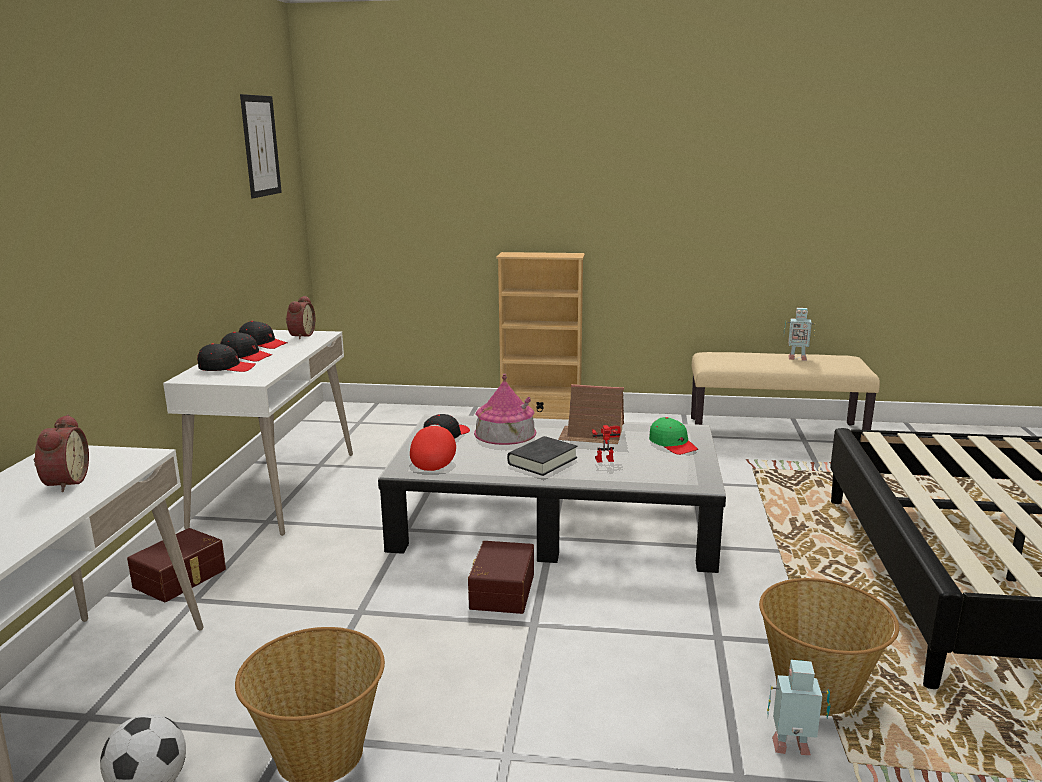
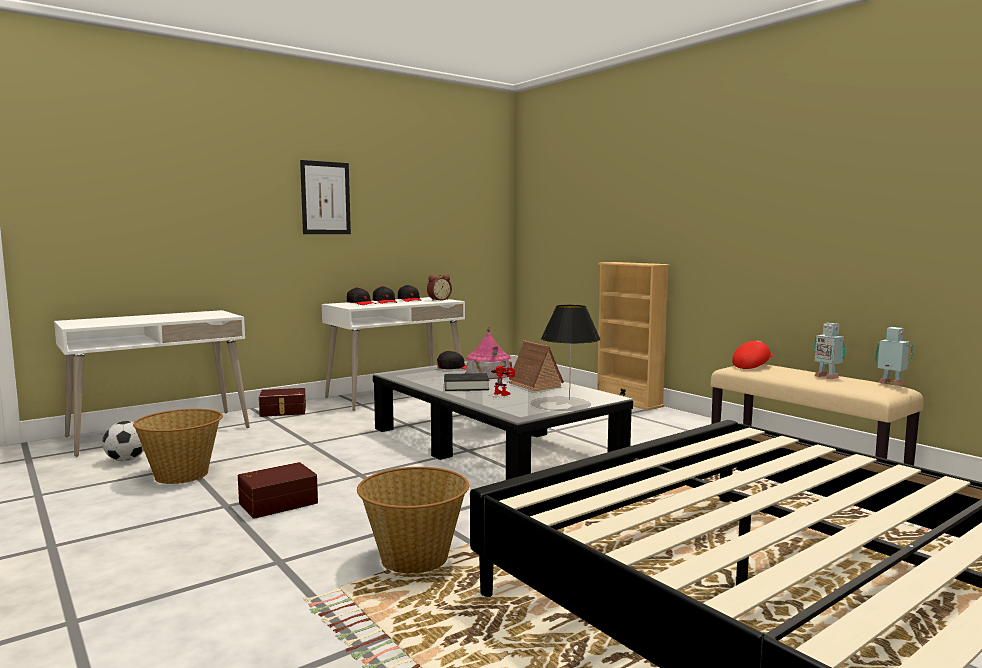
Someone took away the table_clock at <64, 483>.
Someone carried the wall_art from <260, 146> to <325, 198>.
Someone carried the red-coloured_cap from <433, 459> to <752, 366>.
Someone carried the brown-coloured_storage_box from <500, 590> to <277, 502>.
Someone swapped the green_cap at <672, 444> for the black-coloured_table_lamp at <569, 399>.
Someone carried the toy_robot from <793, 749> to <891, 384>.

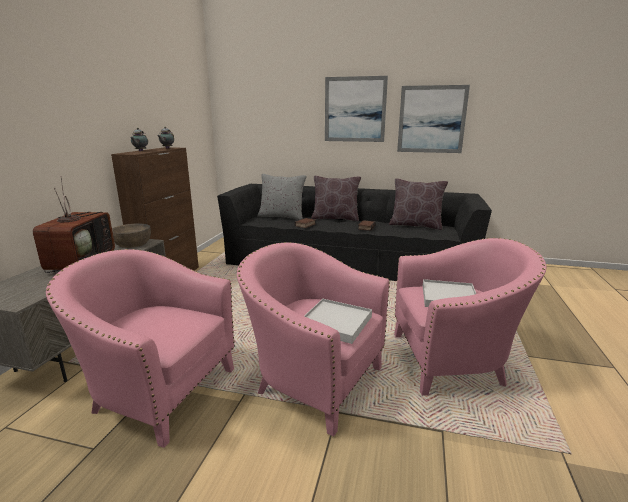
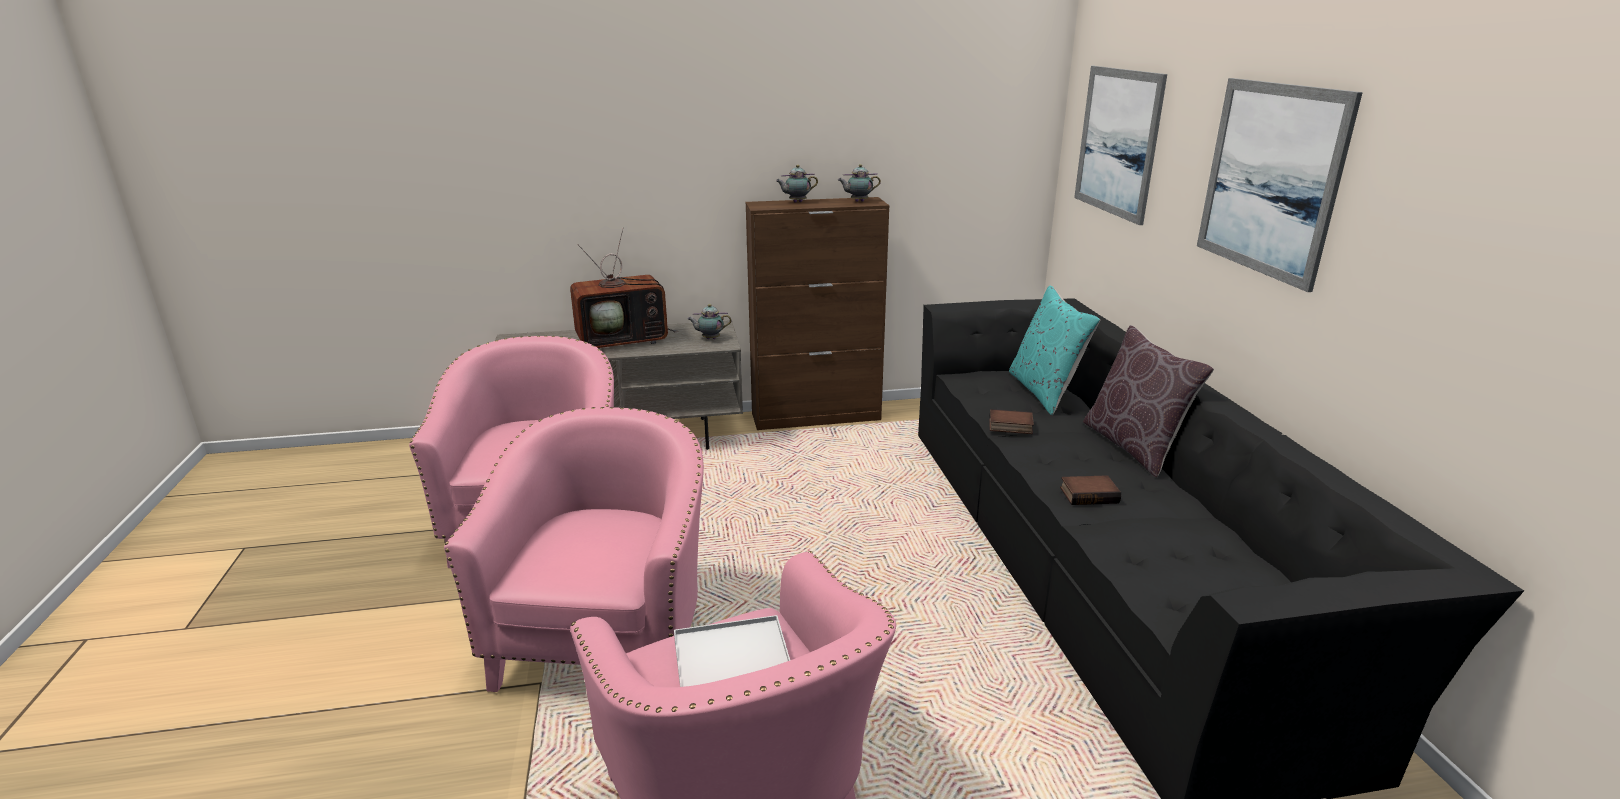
Someone swapped the brown-coloured_serving_bowl at <132, 243> for the pot_for_tea at <709, 339>.
Someone repainted the grey_cushion at <282, 216>, which became the turquoise_cushion at <1045, 391>.
Someone took away the white-coloured_tray at <336, 323>.
Someone took away the brown-coloured_cushion at <415, 225>.
Someone carried the wall_art from <431, 119> to <1117, 142>.

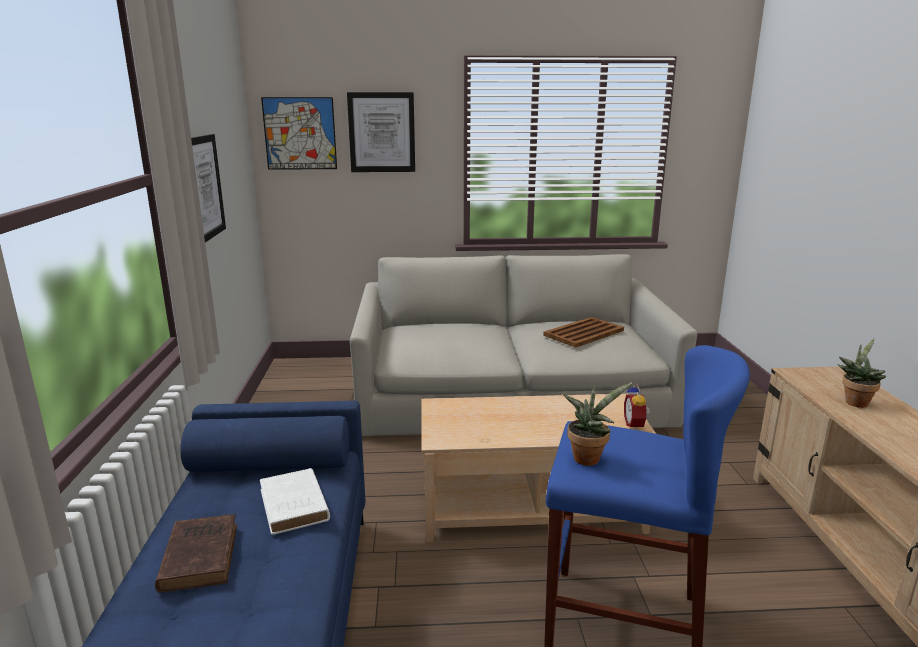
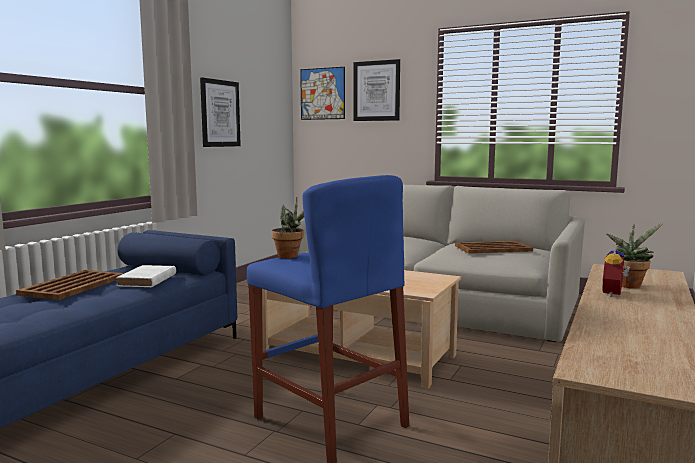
Someone swapped the brown-coloured_bound_book at <200, 555> for the brown-coloured_tray at <74, 285>.
Someone carried the table_clock from <635, 425> to <615, 294>.

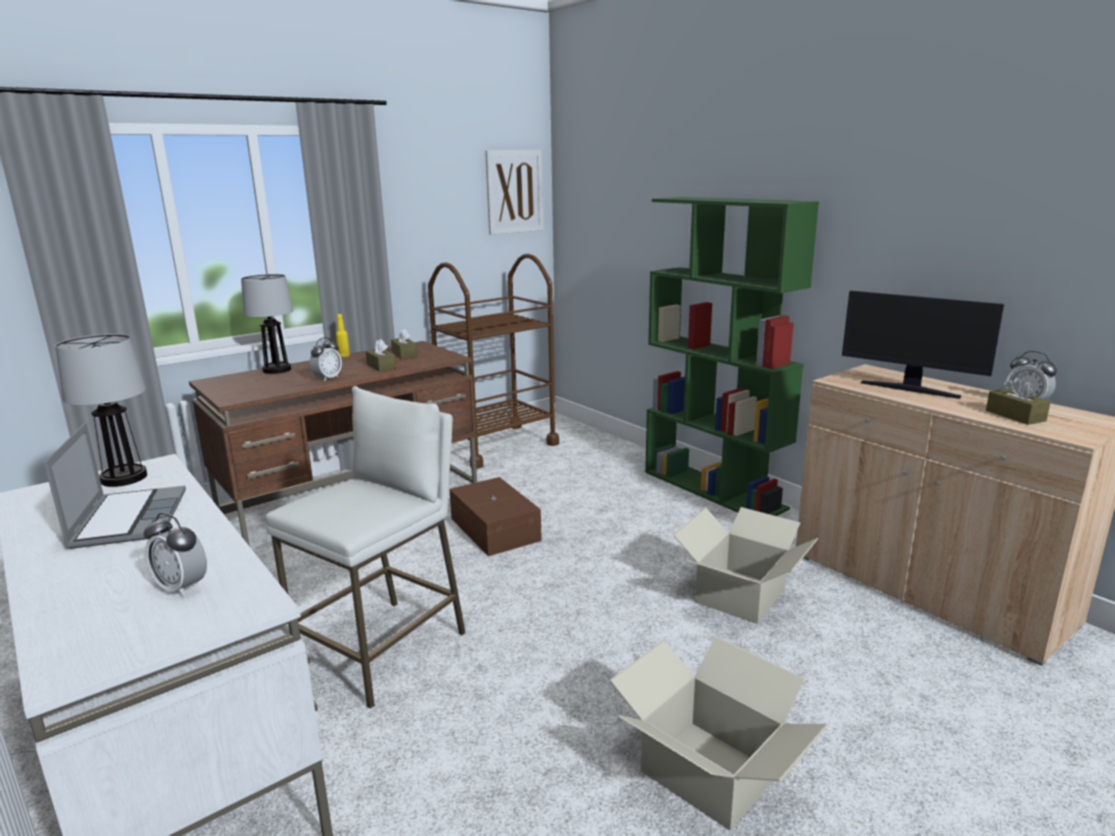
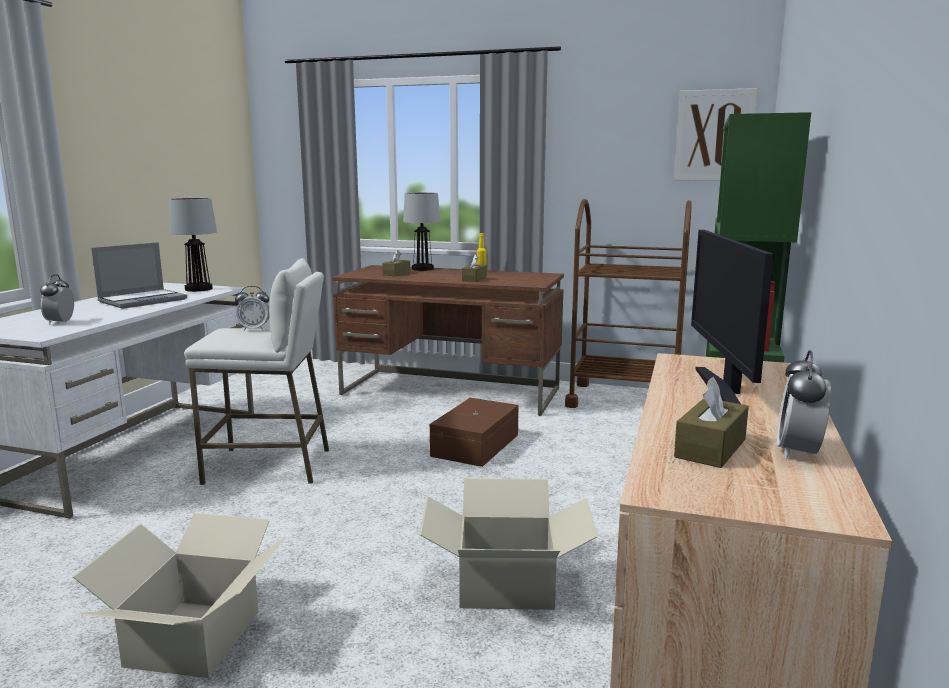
Someone carried the table_clock from <327, 378> to <254, 329>.
Someone carried the brown-coloured_tissue_holder from <404, 354> to <396, 274>.

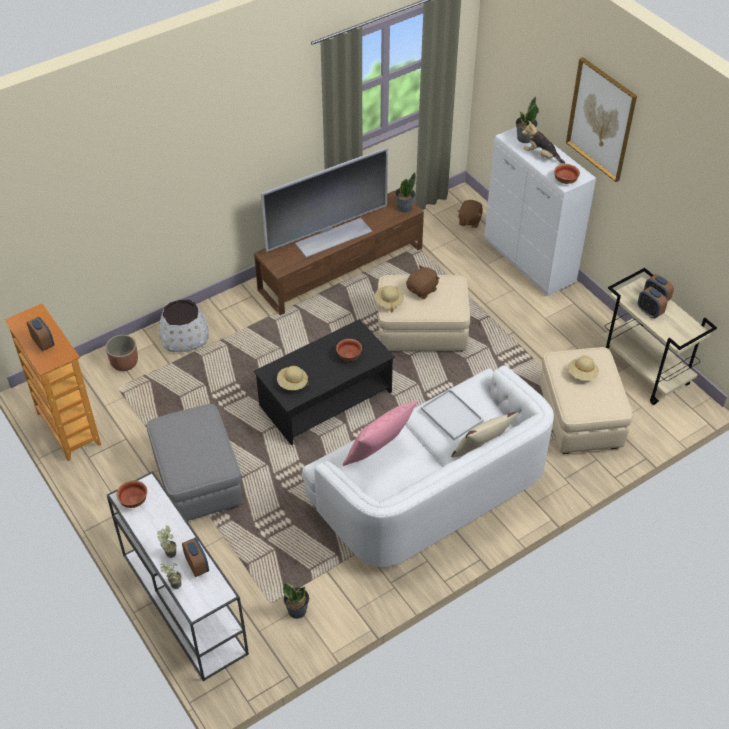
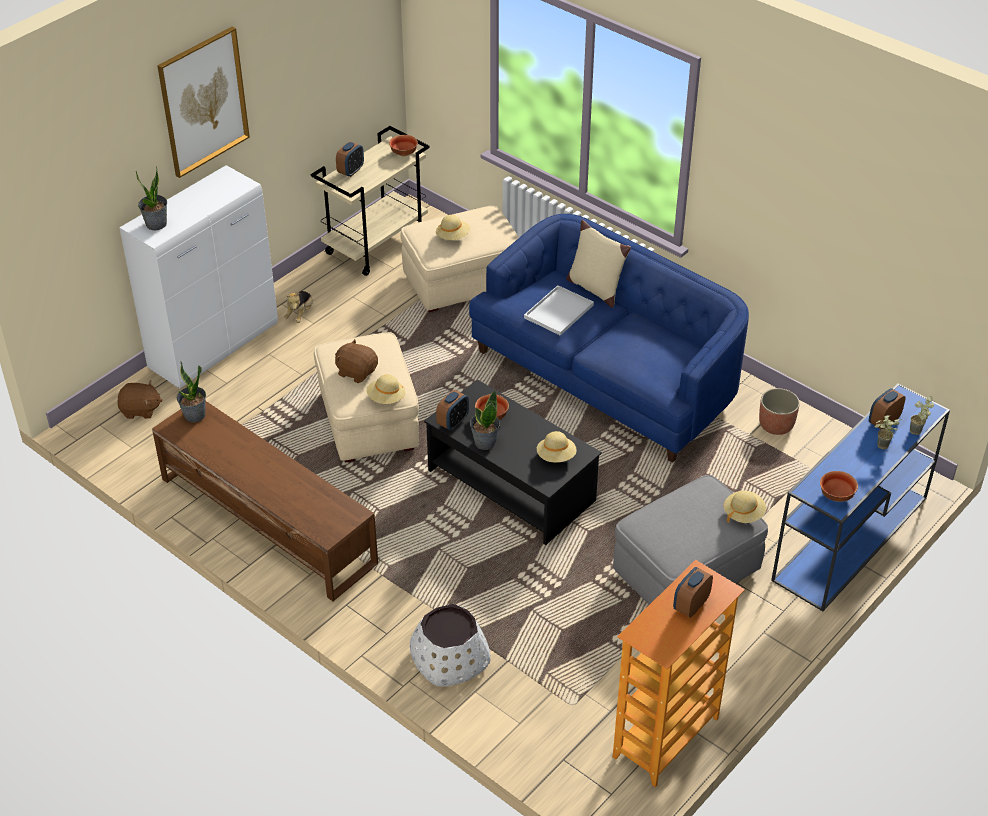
Someone carried the plant_pot from <124, 363> to <776, 425>.
Someone repainted the white-coloured_narrow_table at <183, 602>, which became the blue-coloured_narrow_table at <850, 540>.
Someone took away the TV at <332, 236>.
Someone carried the houseplant from <297, 610> to <484, 442>.
Someone repainted the white-coloured_settee at <430, 490>, which became the blue-coloured_settee at <608, 376>.
Someone took away the pink-coloured_cushion at <379, 453>.
Someone carried the cuddly_toy from <541, 156> to <300, 314>.
Someone carried the serving_bowl from <565, 180> to <403, 153>.
Someone carried the table_clock from <649, 312> to <453, 422>.
Someone put down the sand-coloured_hat at <743, 513>.

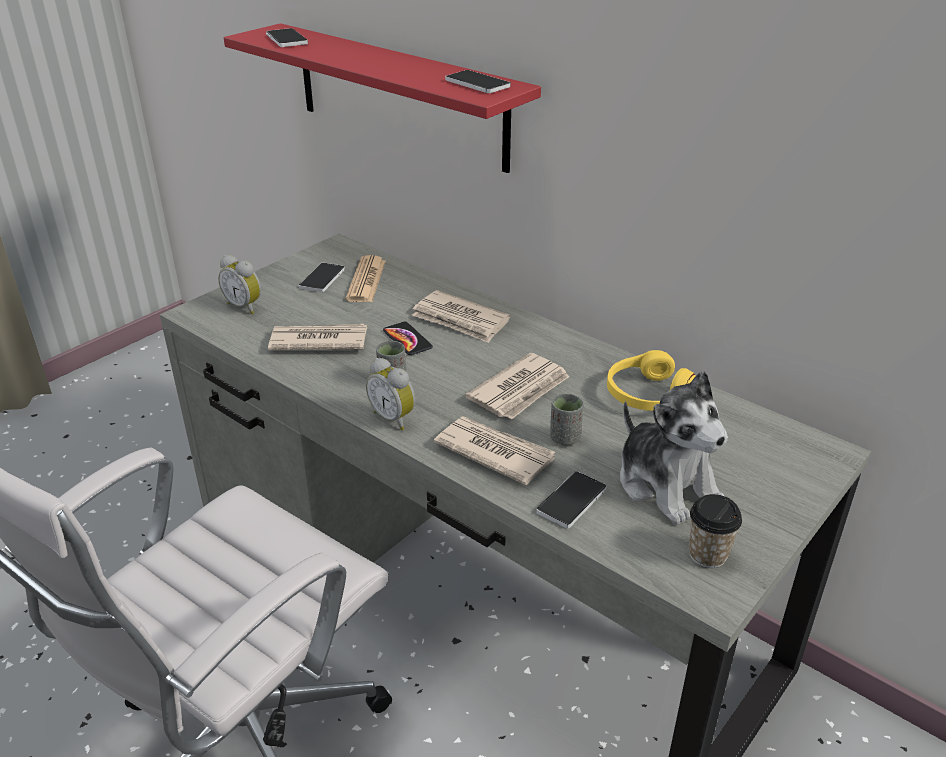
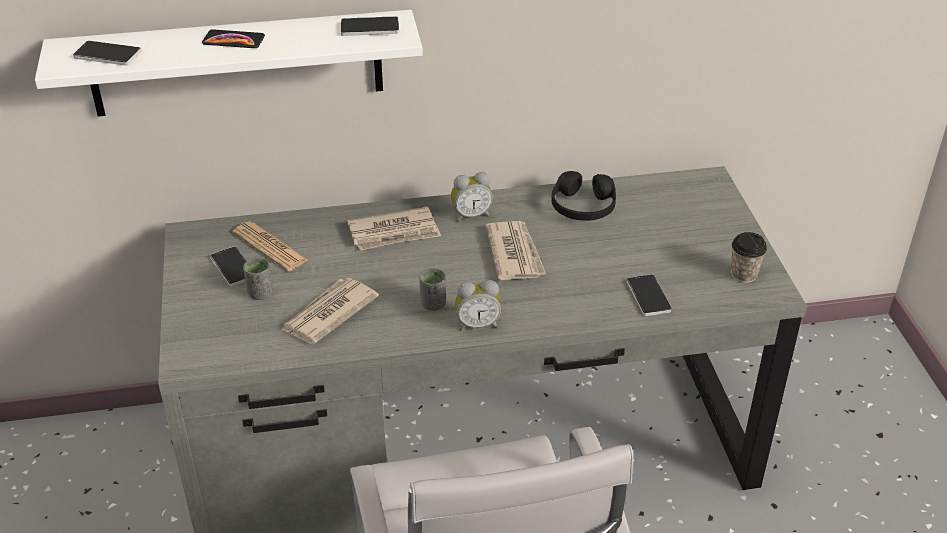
Someone carried the table_clock from <245, 306> to <471, 215>.
Someone repainted the red-coloured_shelf at <399, 96>, which became the white-coloured_shelf at <237, 63>.
Someone carried the handset from <407, 339> to <233, 40>.
Someone took away the printed_paper at <494, 452>.
Someone carried the grey_drinking_cup from <565, 438> to <260, 293>.
Someone repainted the yellowish_pair_of_headphones at <647, 394>, which became the black-coloured_pair_of_headphones at <583, 207>.
Someone took away the cuddly_toy at <666, 484>.

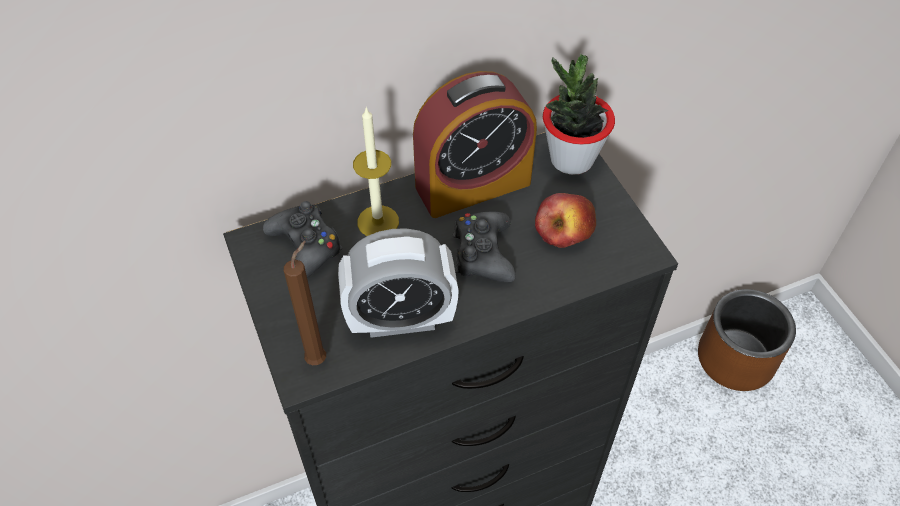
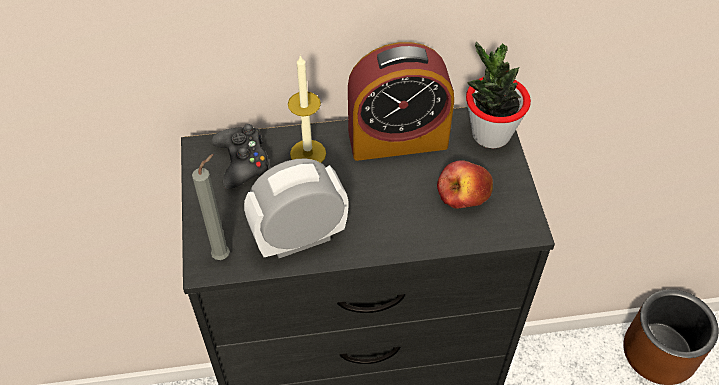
Someone repainted the brown-coloured_wax_candle at <319, 358>, which became the grey_wax_candle at <224, 255>.
Someone rotated the table_clock at <401, 319> by 150 degrees clockwise.
Someone took away the black-coloured_gamepad at <483, 253>.

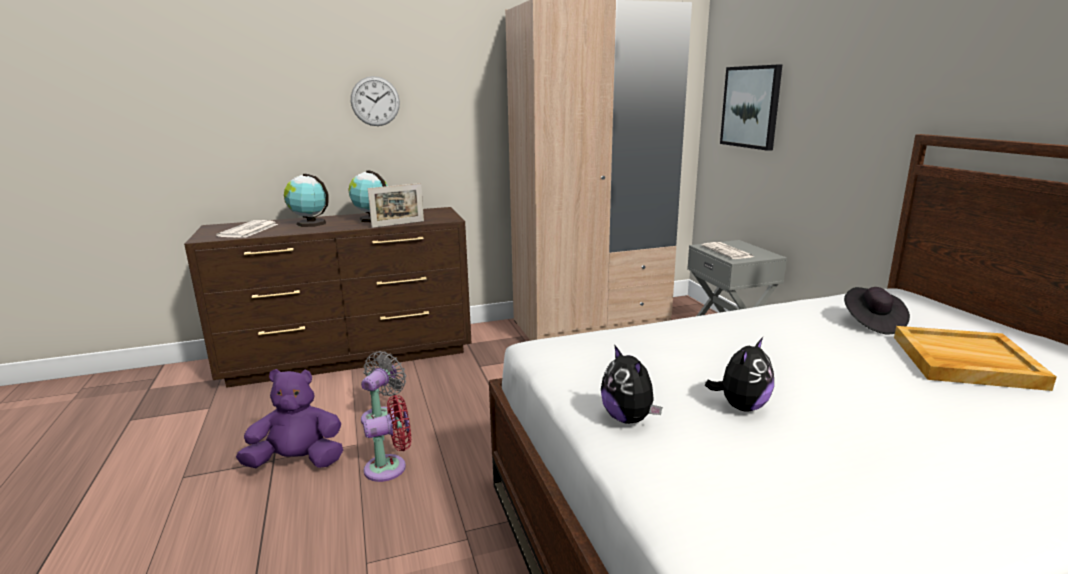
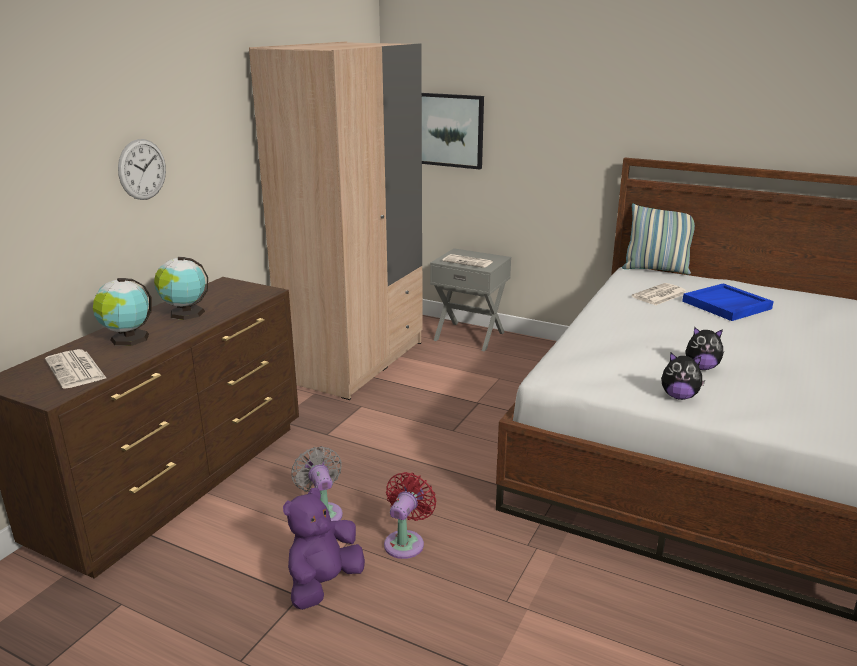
Someone took away the picture_frame at <398, 224>.
Someone rotated the cuddly_toy at <741, 406> by 105 degrees clockwise.
Someone swapped the black-coloured_hat at <872, 323> for the printed_paper at <659, 295>.
Someone repainted the sand-coloured_tray at <964, 362>, which became the blue-coloured_tray at <726, 305>.
Someone put down the cushion at <656, 269>.

